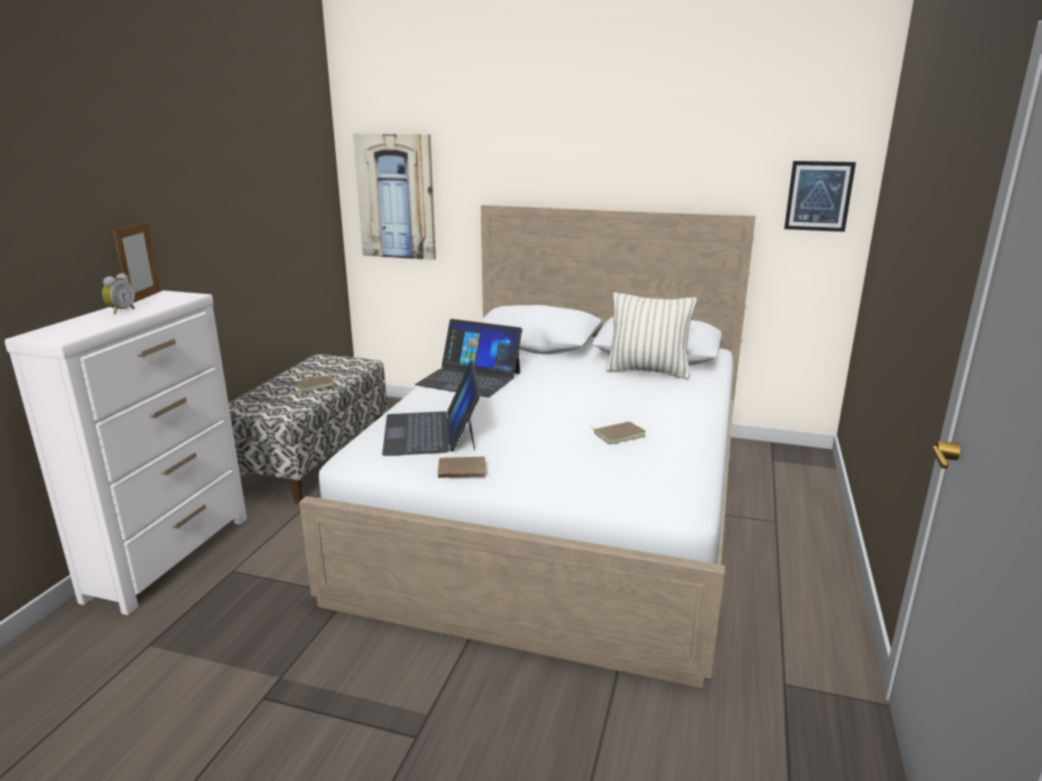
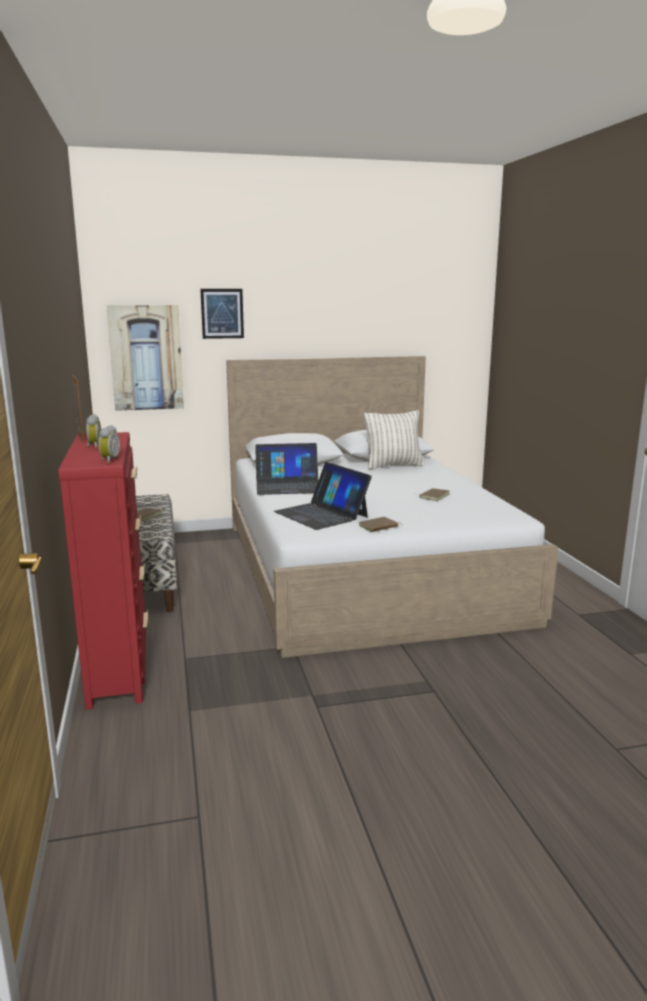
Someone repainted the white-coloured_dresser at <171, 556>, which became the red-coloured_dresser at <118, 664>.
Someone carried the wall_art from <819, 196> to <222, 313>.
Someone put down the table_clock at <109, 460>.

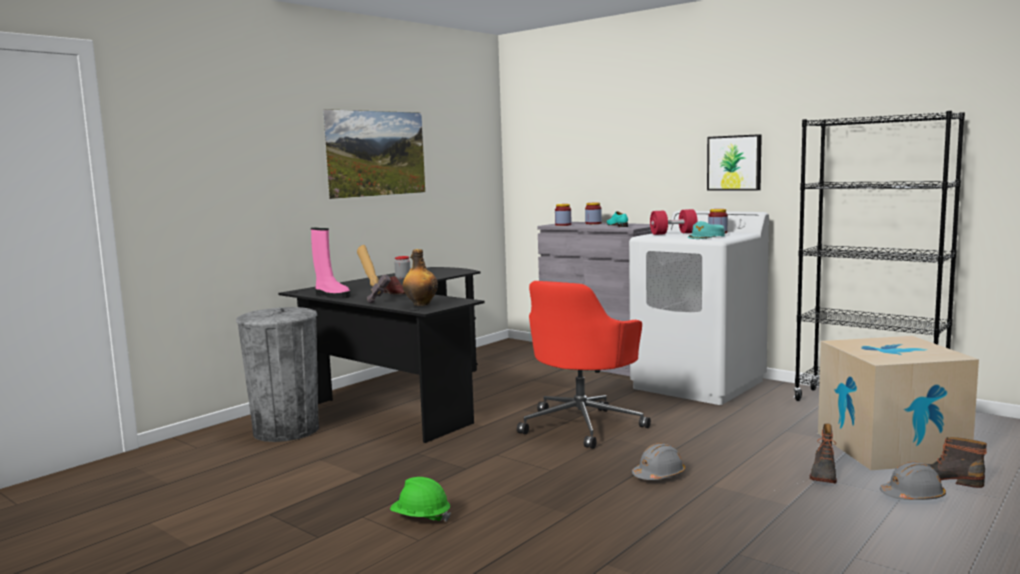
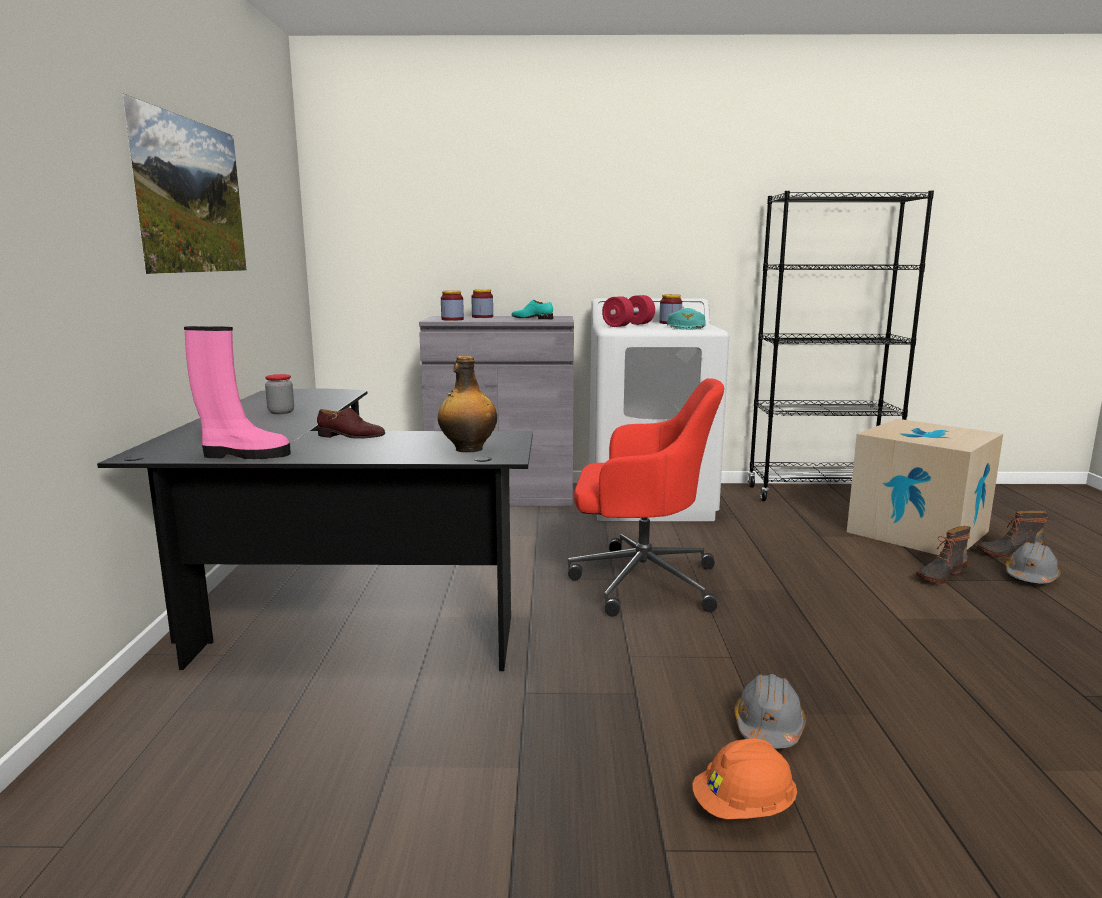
Someone took away the grey_rubbish_bin at <286, 430>.
Someone took away the hand_hammer at <375, 299>.
Someone repainted the green_hard_hat at <421, 518>, which became the orange-coloured_hard_hat at <744, 808>.
Someone rotated the red-coloured_office_chair at <582, 425> by 75 degrees counterclockwise.
Someone carried the grey_hard_hat from <659, 475> to <768, 727>.
Someone took away the wall_art at <734, 163>.
Someone rotated the boot at <823, 474> by 75 degrees clockwise.

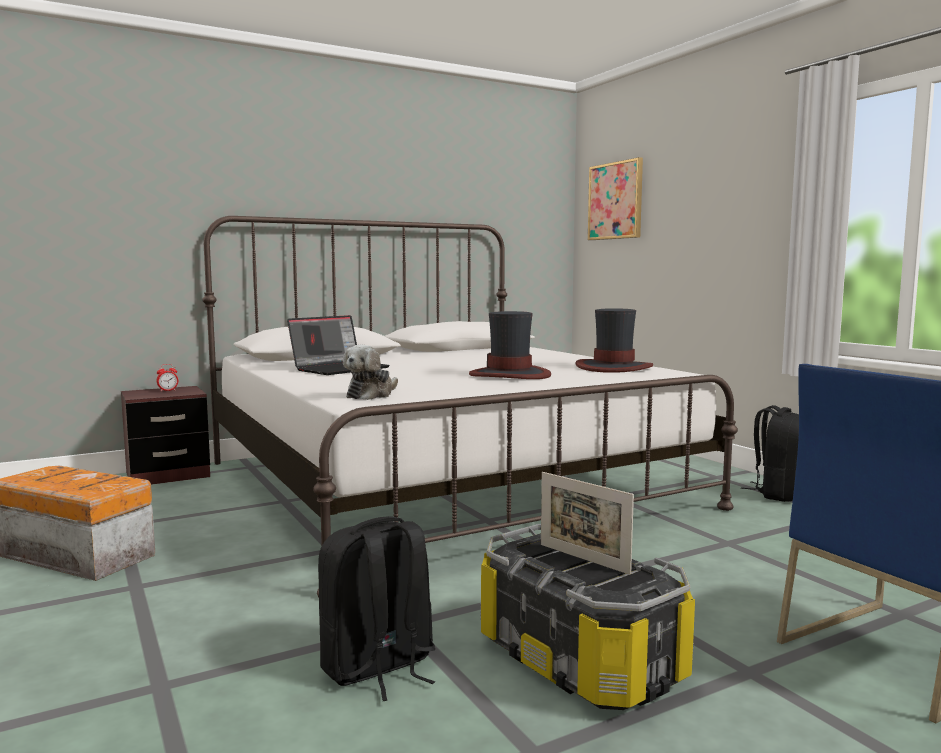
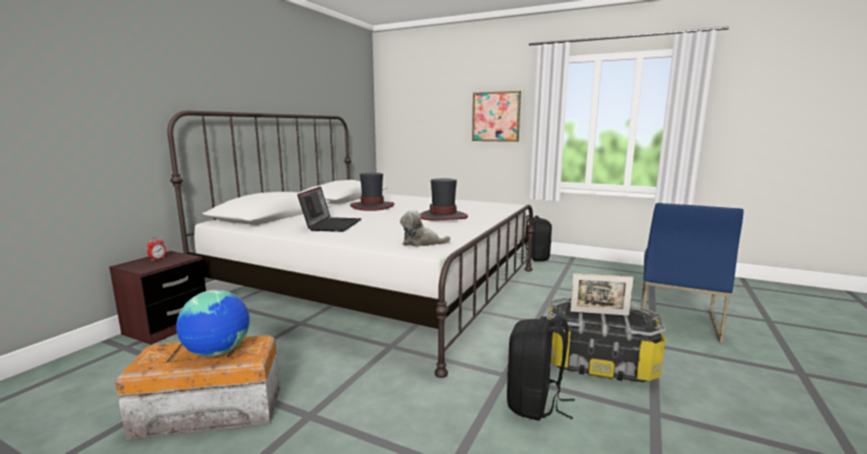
Someone rotated the cuddly_toy at <371, 395> by 105 degrees clockwise.
Someone carried the hat from <613, 367> to <372, 206>.
Someone carried the wall_art from <615, 201> to <496, 116>.
Someone put down the globe at <218, 352>.

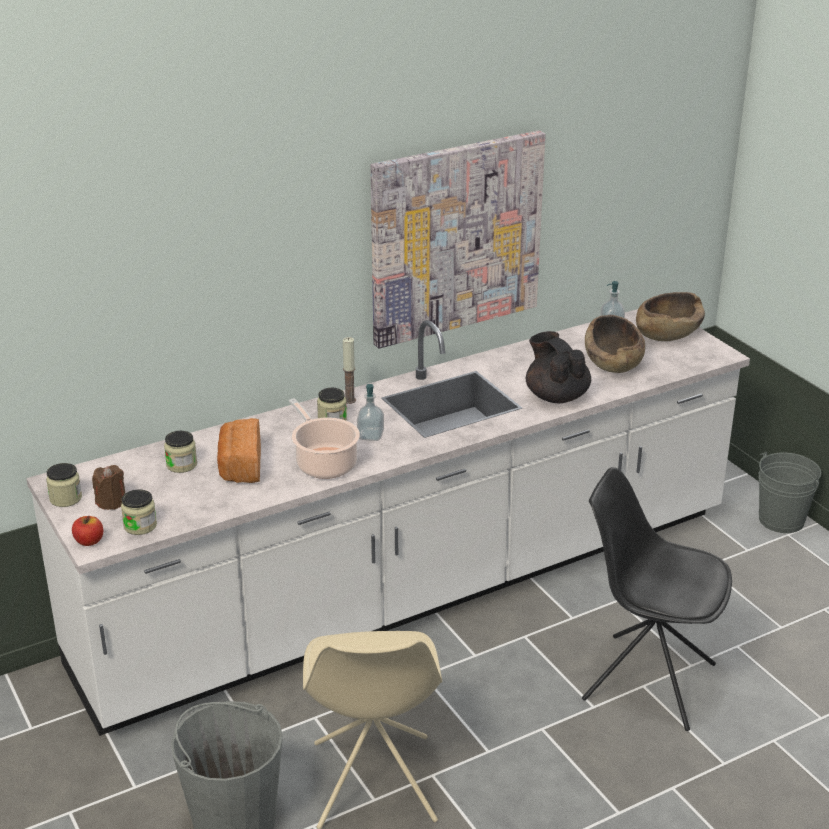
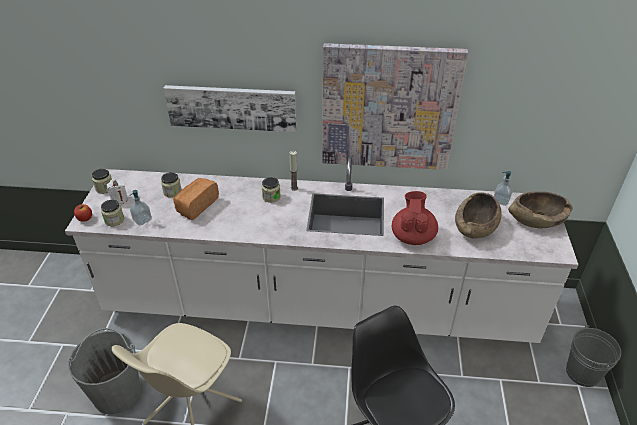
Someone repainted the brown-coloured_wax_candle at <111, 502>, which became the white-coloured_wax_candle at <119, 199>.
Someone took away the stockpot at <324, 463>.
Someone carried the liquid_soap_bottle from <370, 435> to <142, 220>.
Someone repainted the black-coloured_pot_for_tea at <556, 396>, which became the red-coloured_pot_for_tea at <413, 236>.
Someone put up the wall_art at <231, 107>.

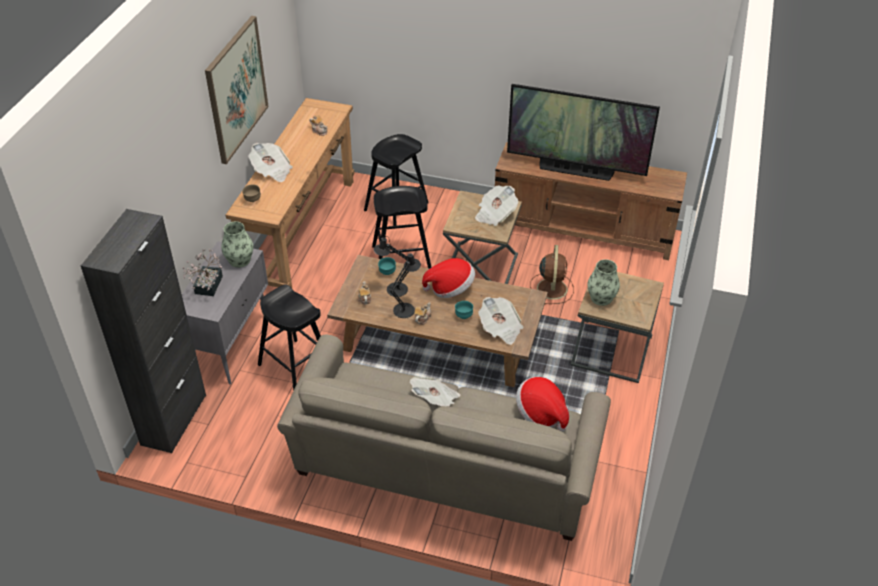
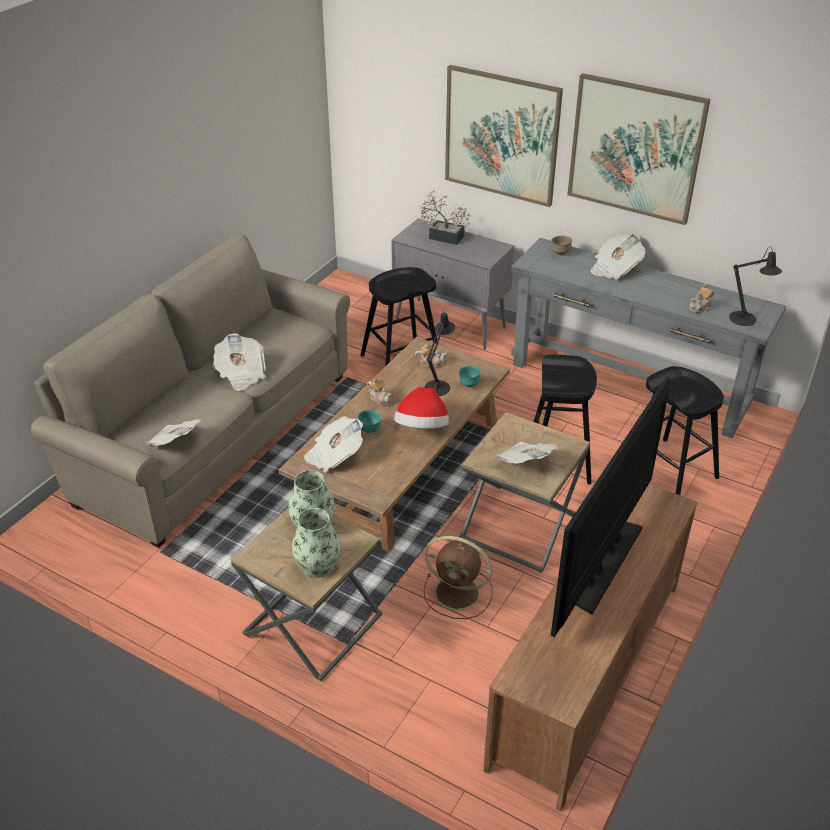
Someone took away the black-coloured_cabinet at <174, 420>.
Someone carried the decorative_vase from <239, 260> to <317, 565>.
Someone repainted the brown-coloured_narrow_table at <301, 231>, which became the grey_narrow_table at <628, 384>.
Someone carried the black-coloured_table_lamp from <406, 308> to <746, 320>.
Someone swapped the hat at <541, 413> for the printed_paper at <175, 443>.
Someone put up the wall_art at <501, 135>.

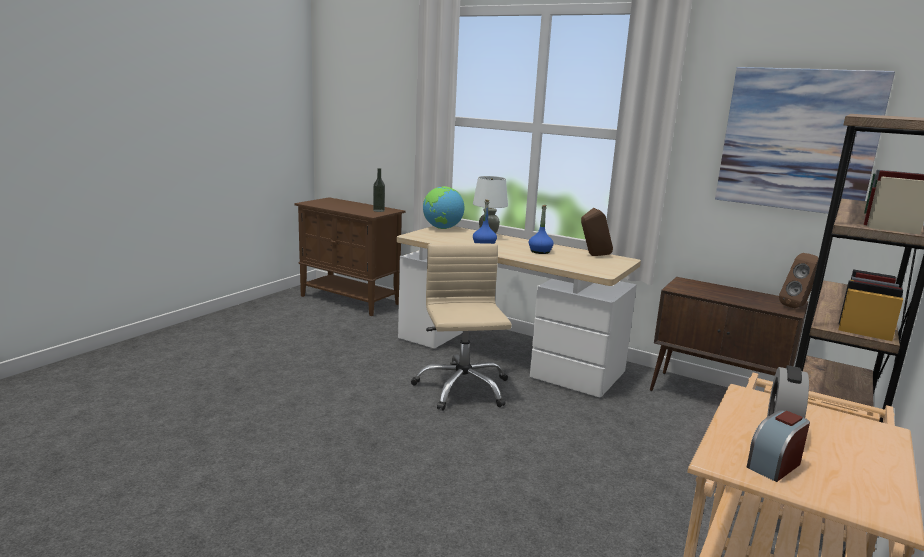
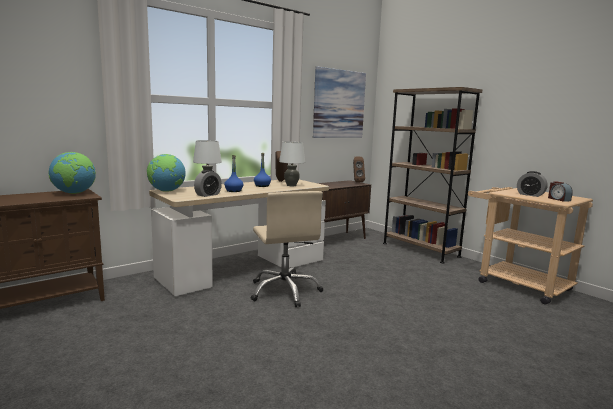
Someone swapped the beverage_bottle at <378, 210> for the globe at <74, 193>.
Someone rotated the sand-coloured_office_chair at <462, 388> by 120 degrees counterclockwise.
Someone put down the table_clock at <208, 195>.
Someone put down the white-coloured_table_lamp at <291, 185>.

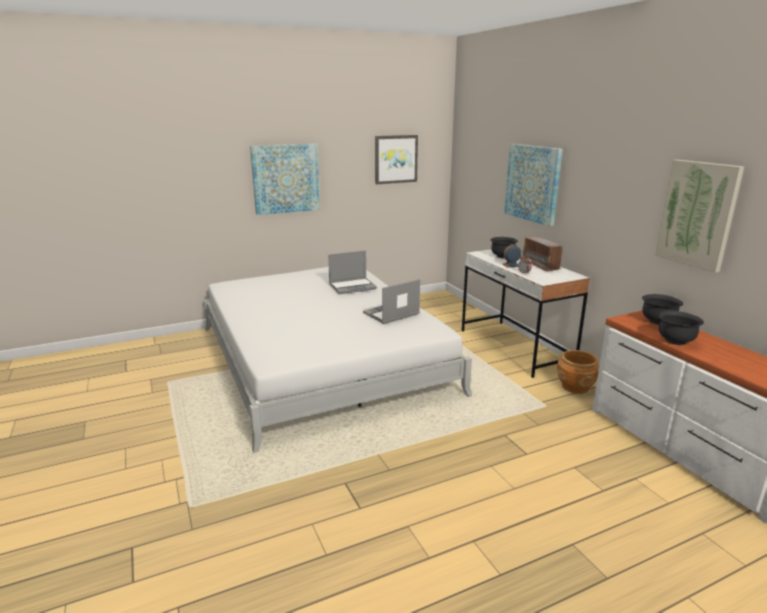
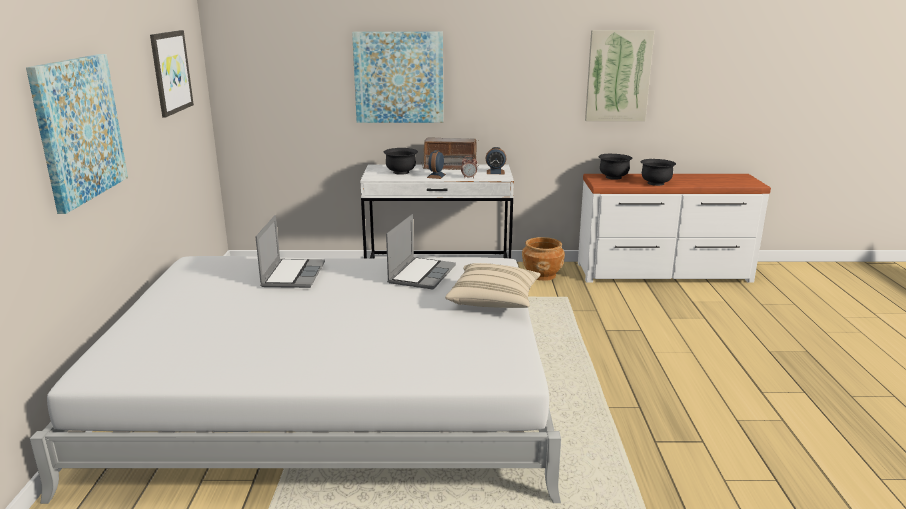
Someone rotated the laptop at <391, 314> by 150 degrees counterclockwise.
Someone put down the sand-coloured_cushion at <494, 301>.
Someone put down the table_clock at <495, 172>.

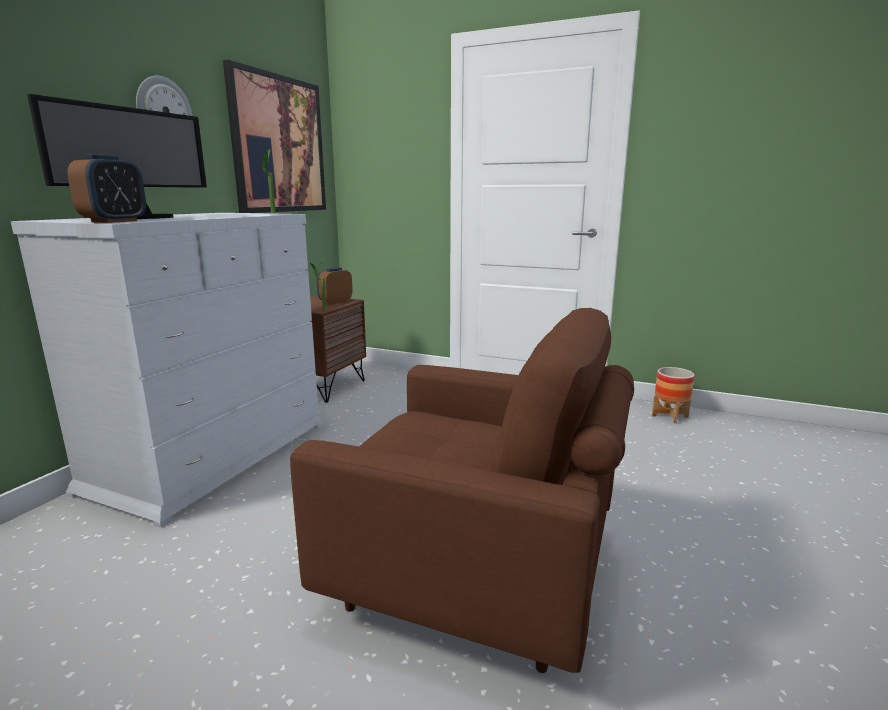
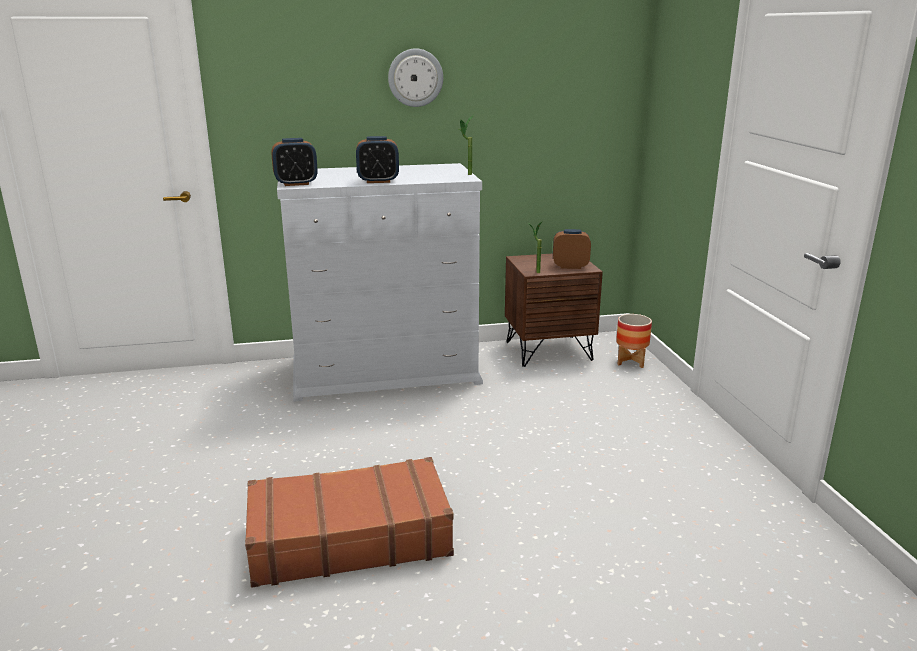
Someone took away the computer_display at <141, 218>.
Someone took away the wall_art at <279, 145>.
Someone swapped the brown-coloured_lounge_chair at <476, 579> for the brown-coloured_suitcase at <349, 538>.
Someone carried the plant_pot from <669, 416> to <631, 361>.
Someone put down the table_clock at <378, 181>.

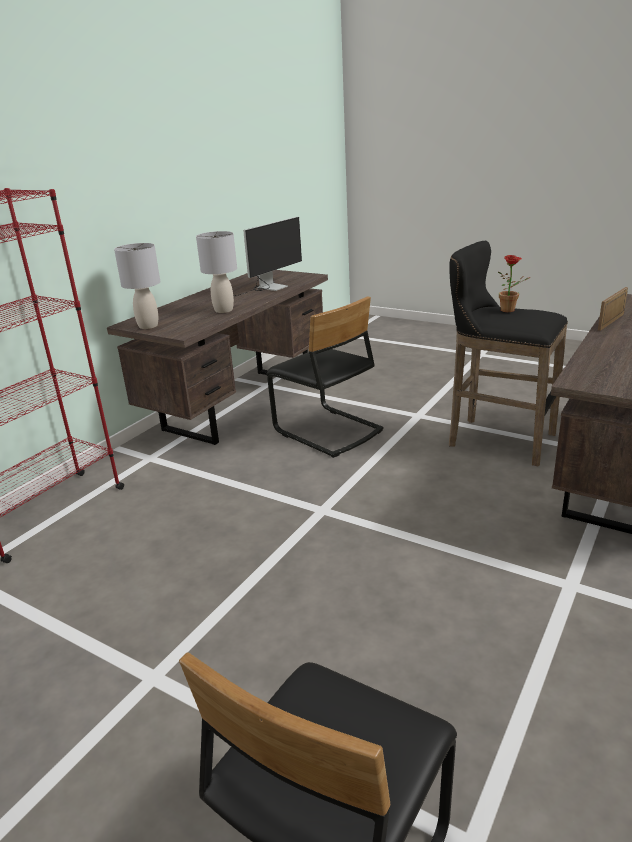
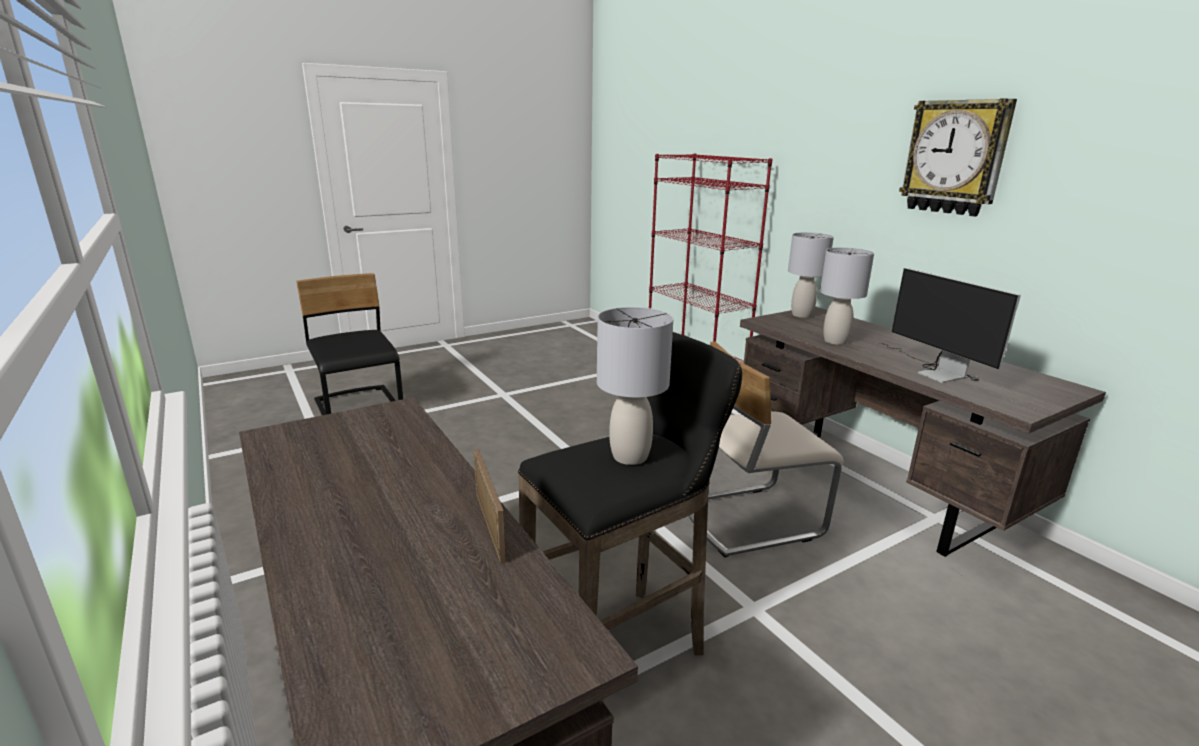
Someone repainted the black-coloured_plain_chair at <327, 431>, which became the sand-coloured_plain_chair at <750, 518>.
Someone swapped the houseplant at <510, 310> for the grey_table_lamp at <629, 456>.
Someone put up the clock_on_the_wall at <955, 157>.

